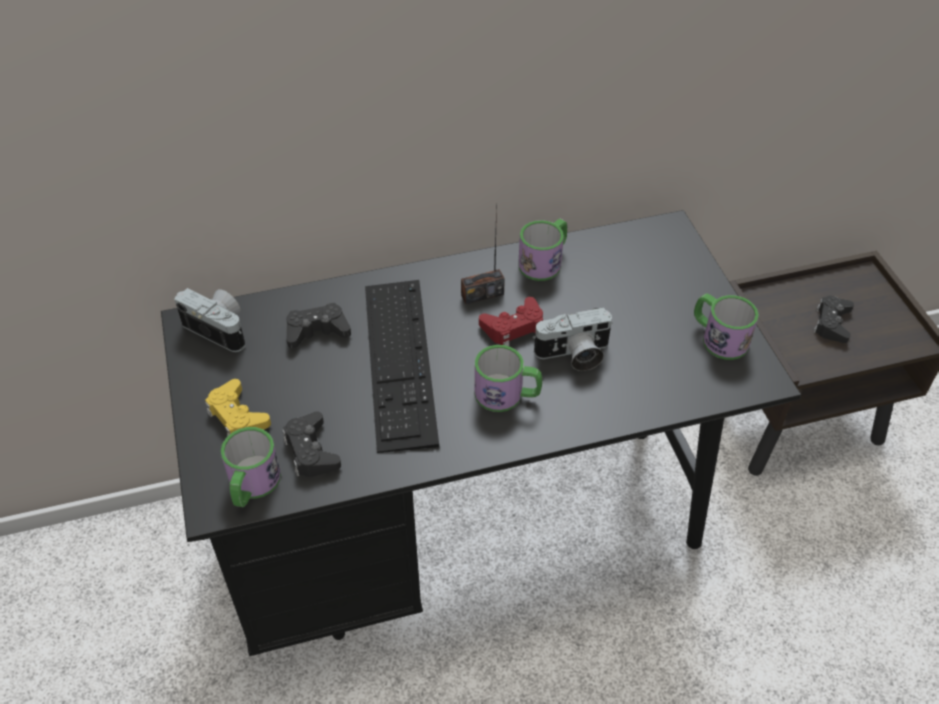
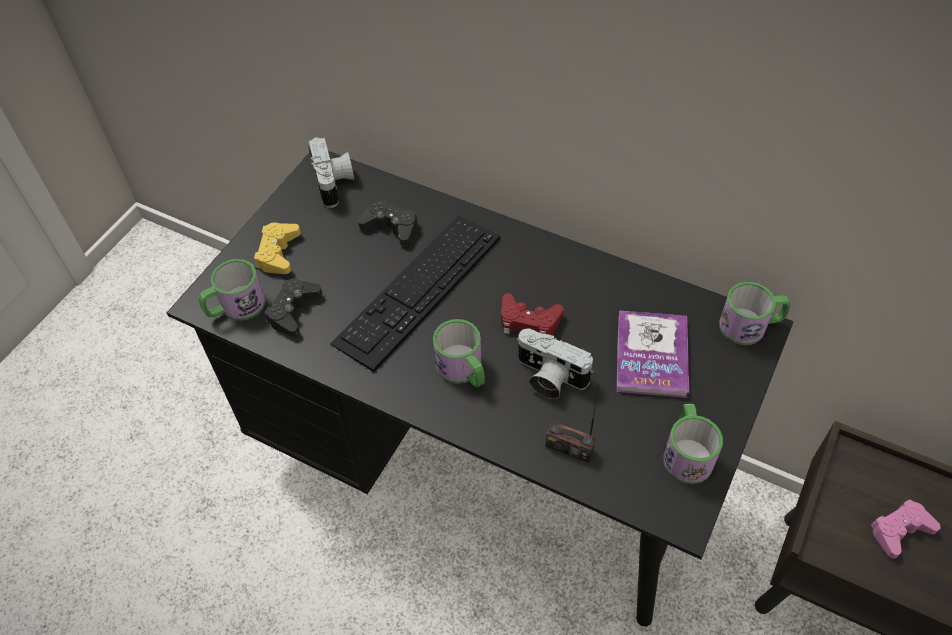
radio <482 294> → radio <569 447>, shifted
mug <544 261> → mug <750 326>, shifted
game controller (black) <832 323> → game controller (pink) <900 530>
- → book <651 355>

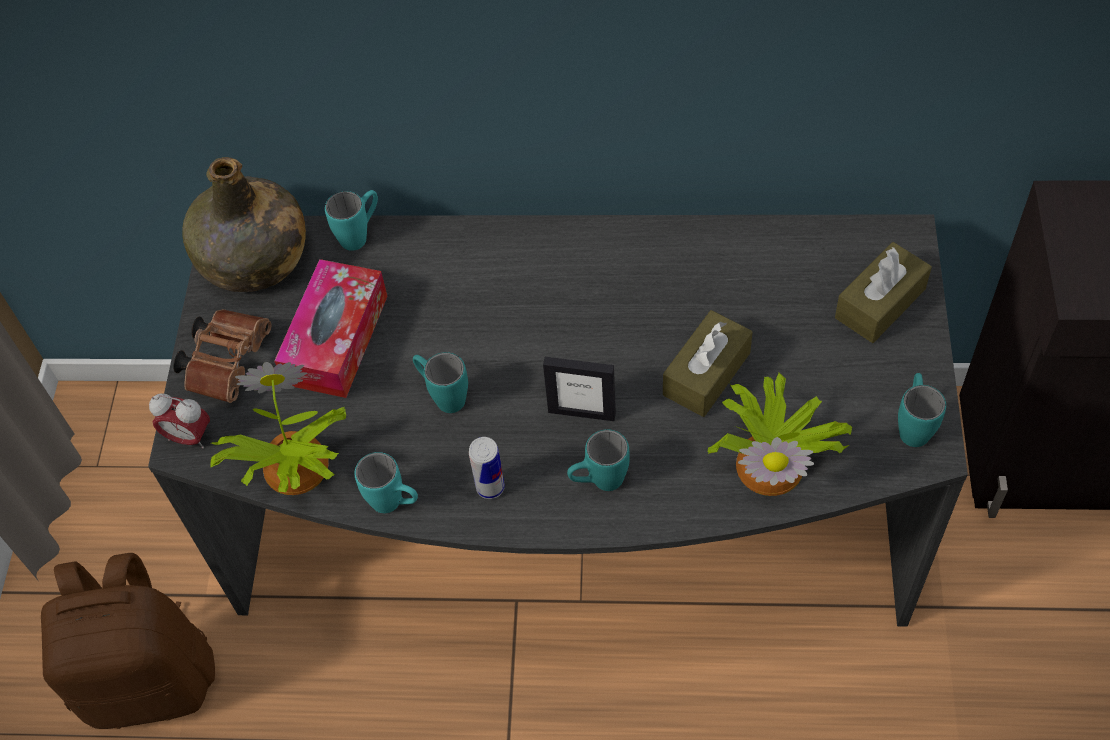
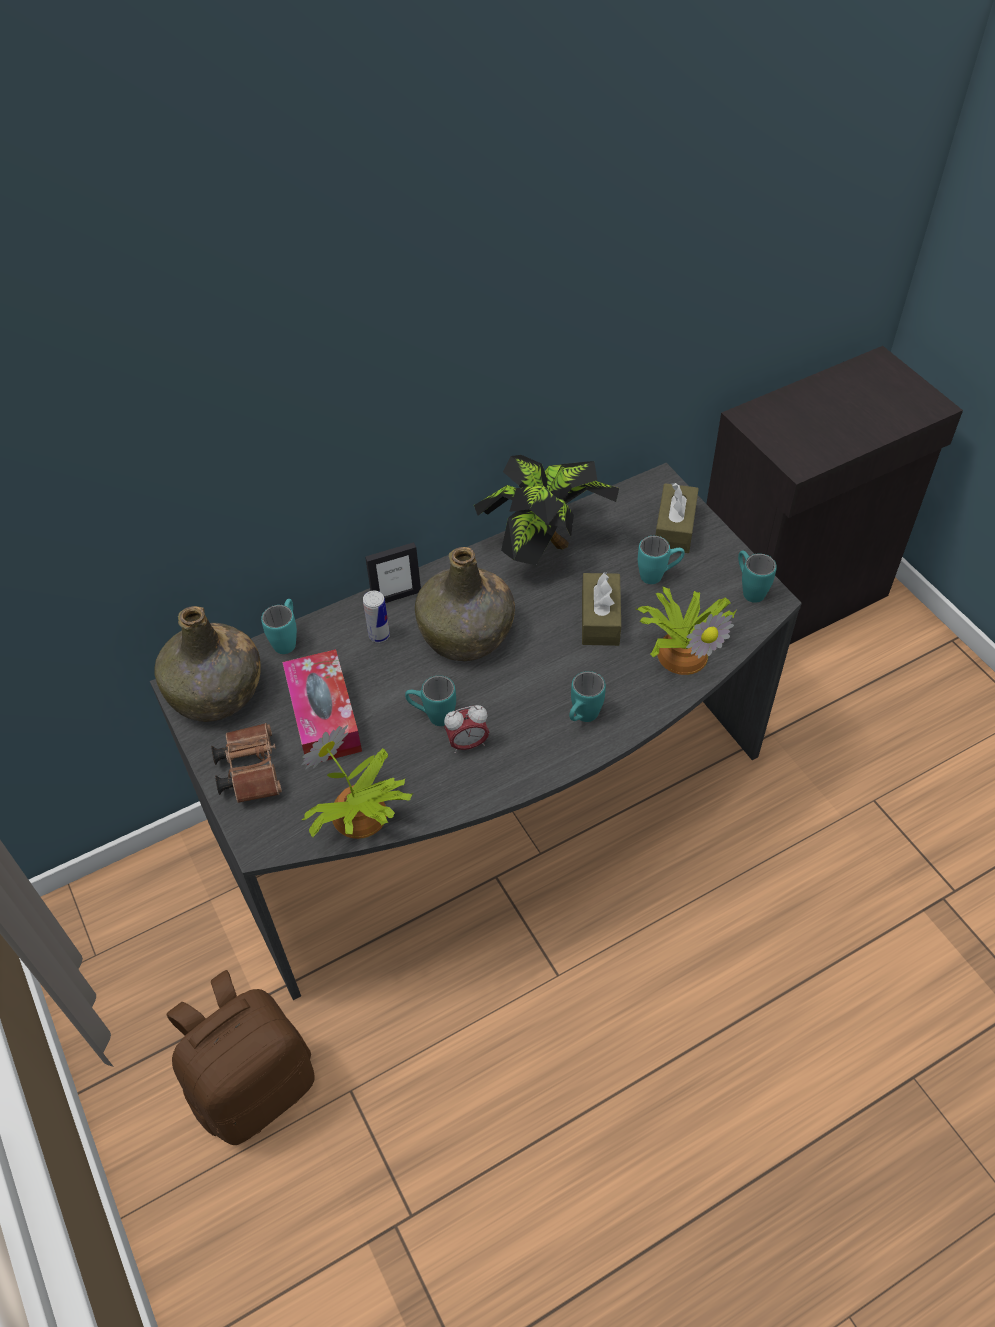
picture frame <582 412> → picture frame <396 596>, shifted
alarm clock <189 437> → alarm clock <467 744>, shifted
can <490 487> → can <379 635>, shifted
mug (turquoise) <394 504> → mug (turquoise) <658 576>, shifted
- → potted plant <545 548>
- → bottle (green) <467 634>

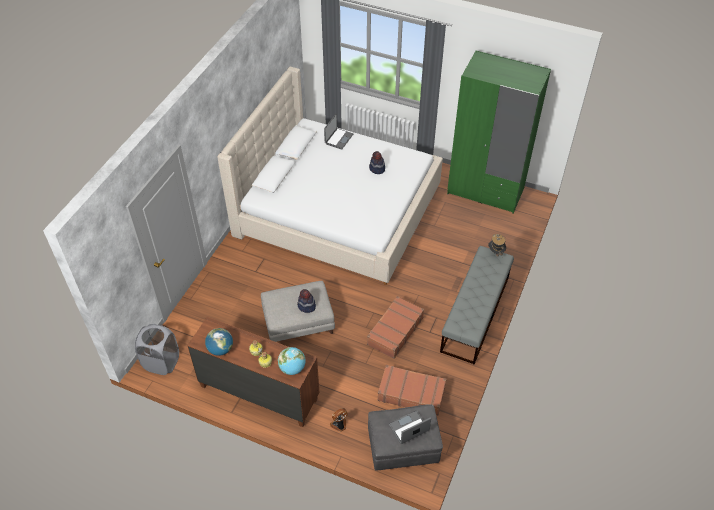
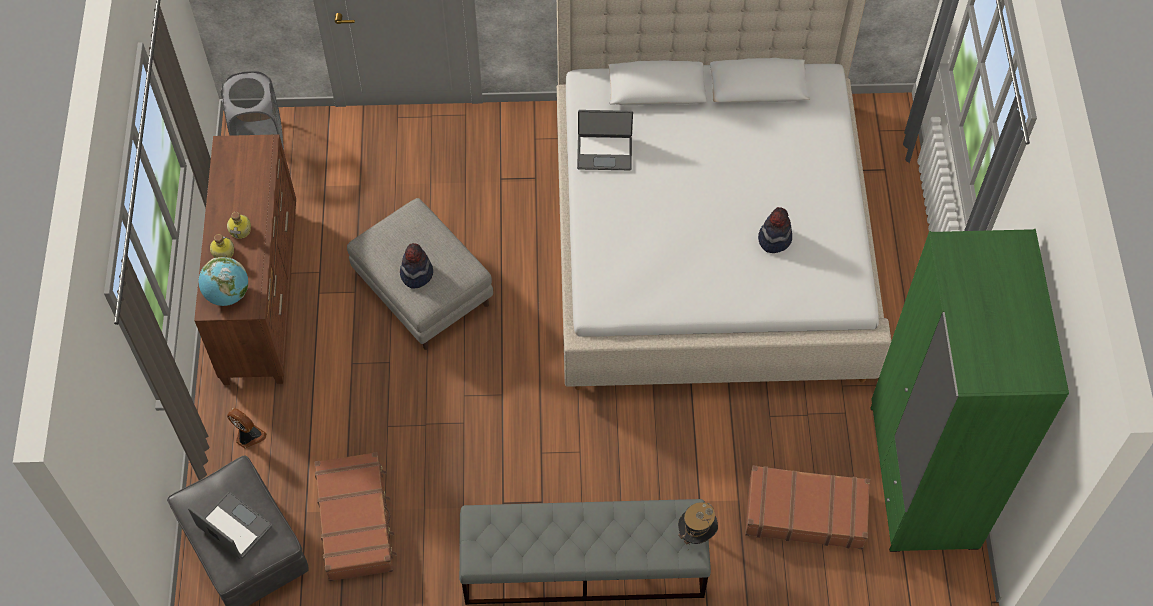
laptop <338 139> → laptop <604 152>, shifted
suitcase (brown) <394 331> → suitcase (brown) <805 512>, shifted
globe <220 349> → -

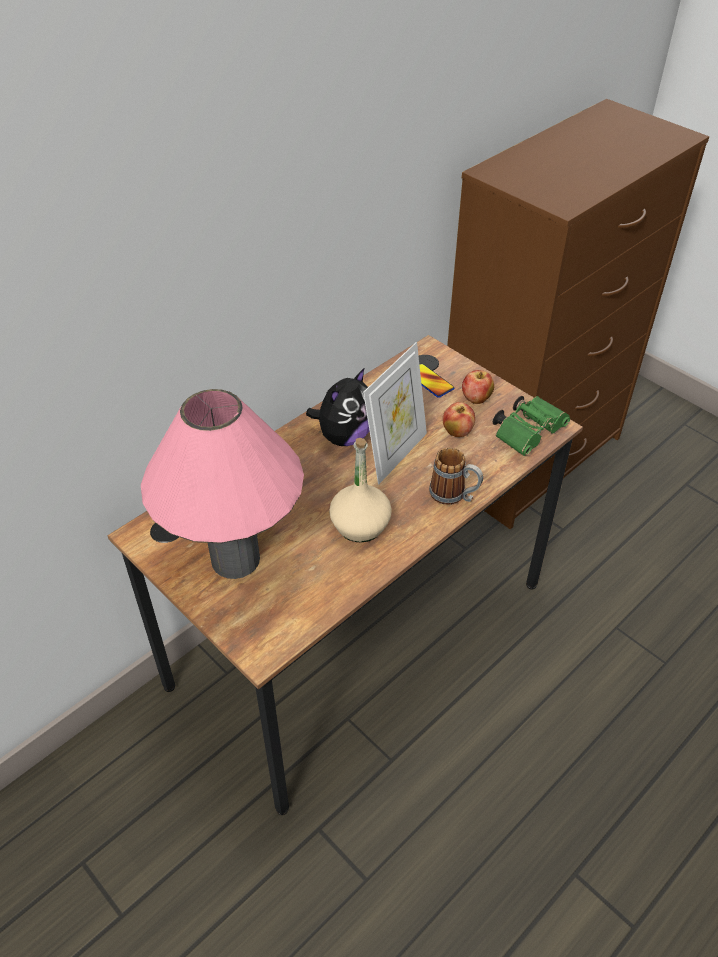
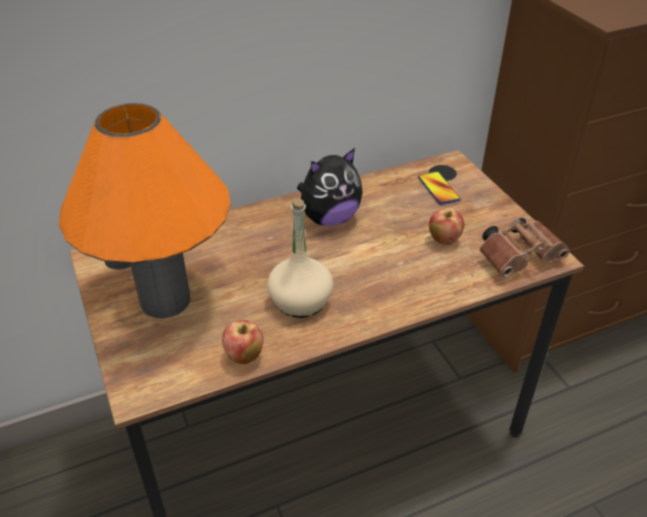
picture frame <395 454> → -
apple <476 399> → apple <244 356>, shifted
table lamp (pink) <235 559> → table lamp (orange) <165 300>
binoculars (green) <529 433> → binoculars (brown) <520 258>
mug <454 496> → -

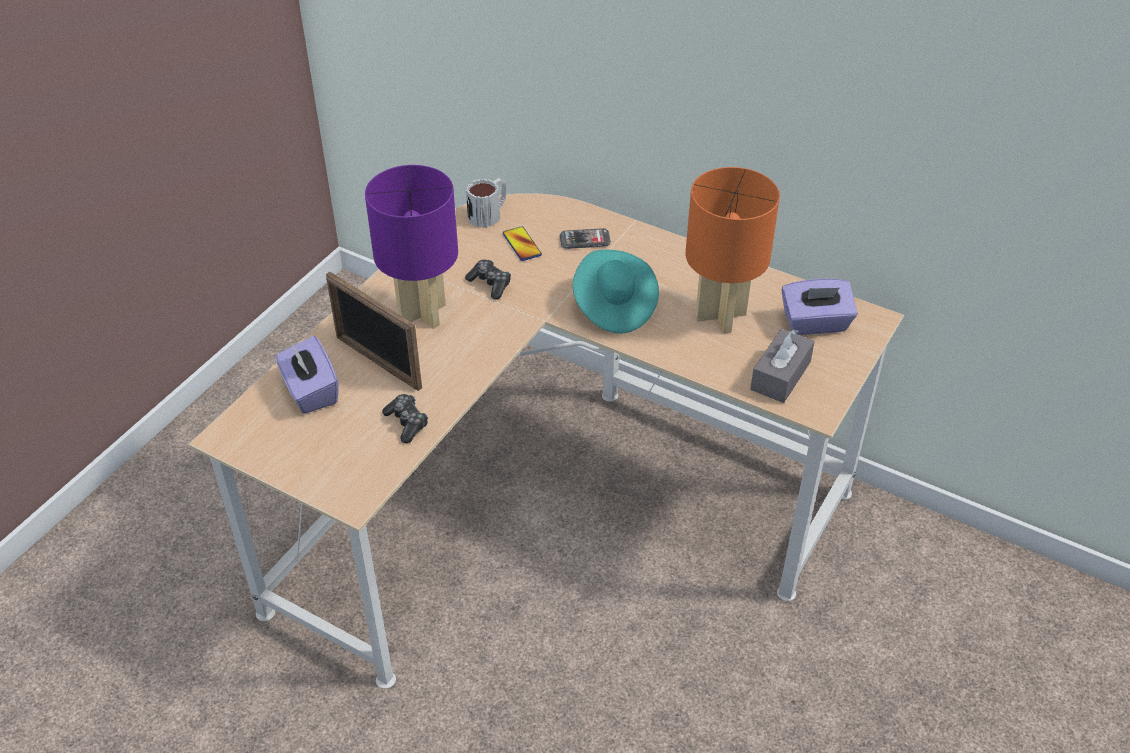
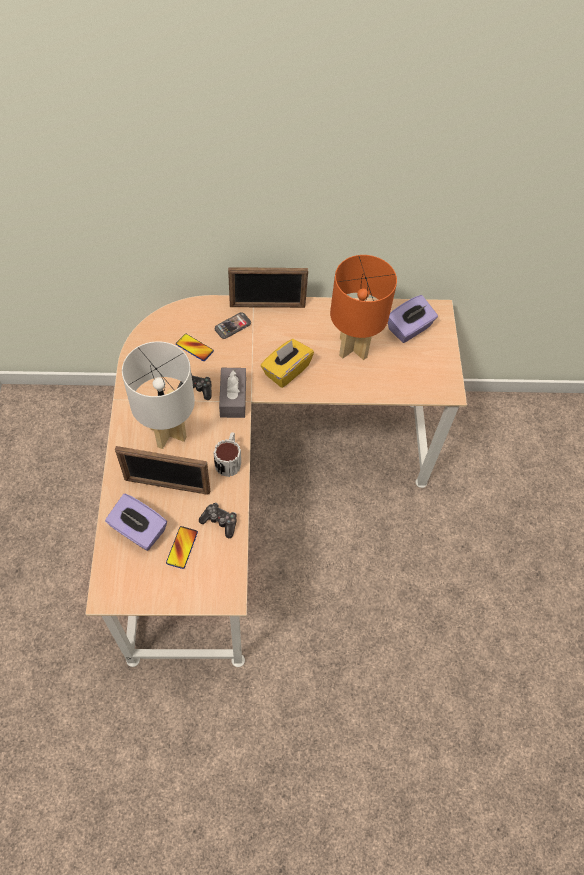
table lamp (purple) <423 314> → table lamp (white) <169 433>
mug <489 214> → mug <229 459>, shifted
hat (turquoise) <613 307> → tissue box (yellow) <286 370>
tissue box (grey) <780 376> → tissue box (grey) <233 398>, shifted
- → picture frame <267 306>
- → phone <182 547>

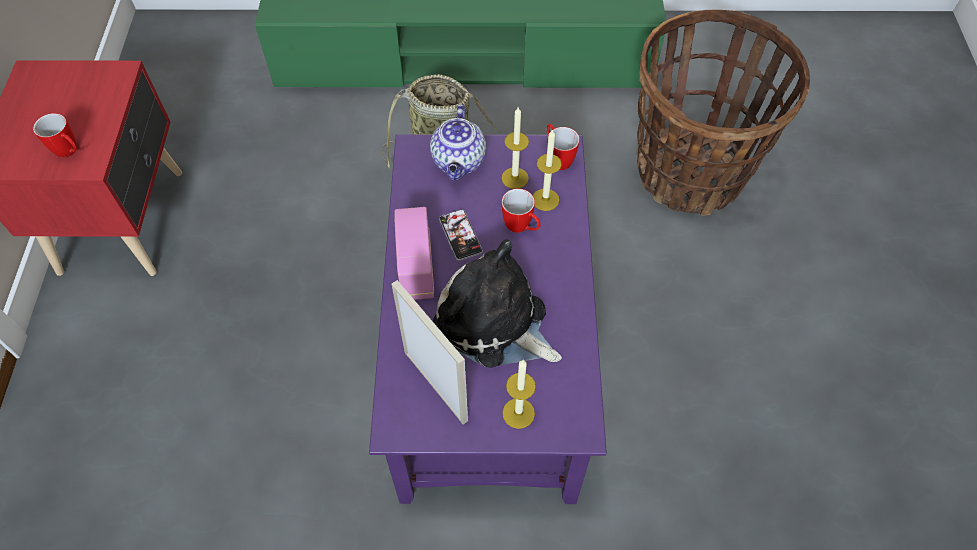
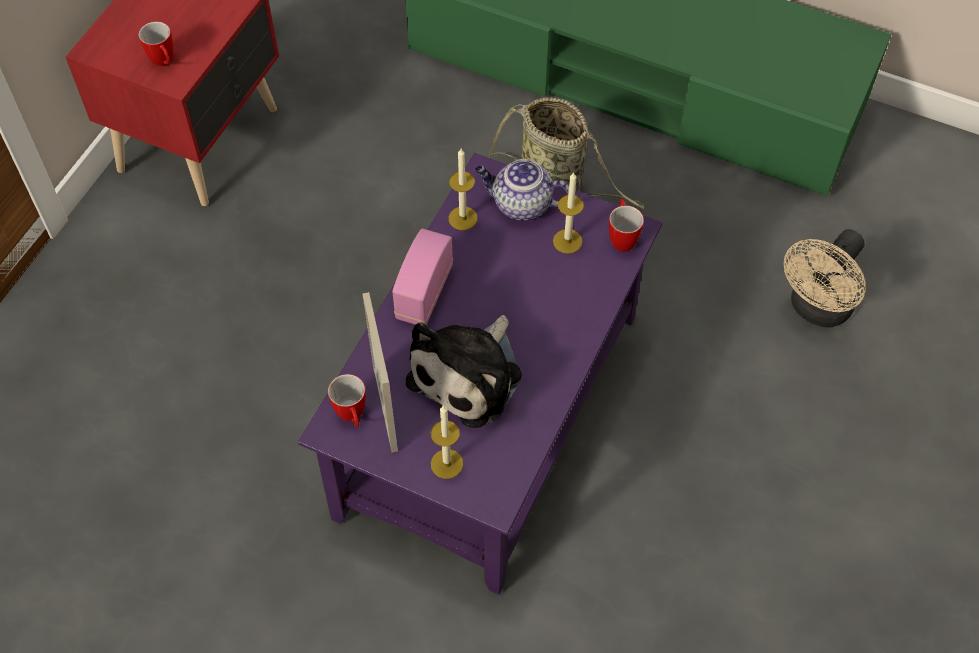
basket <690 172> → fan (beige) <817 309>
teapot <459 162> → teapot <521 205>, 75 degrees clockwise
candle <545 199> → candle <463 218>, shifted
mug <521 228> → mug <352 417>, shifted
phone <460 235> → -
plush toy <495 324> → plush toy <470 374>, 120 degrees counterclockwise

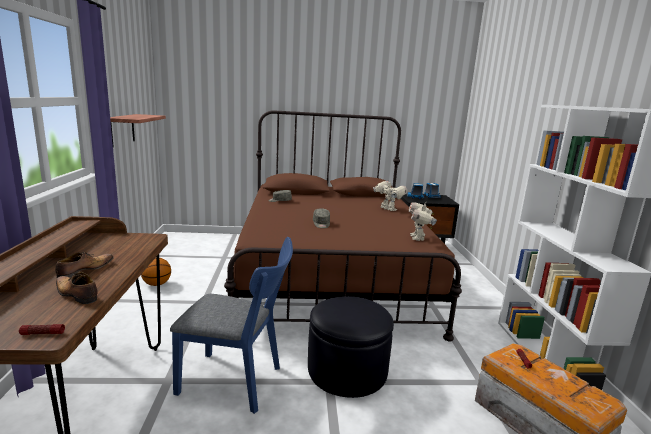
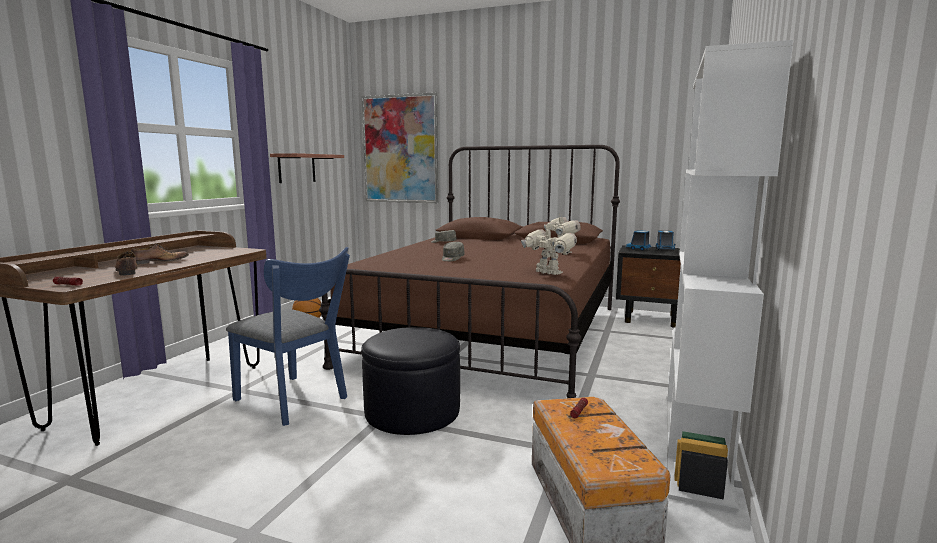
toy robot <418 238> → toy robot <547 273>, 105 degrees clockwise
- → picture <400 149>

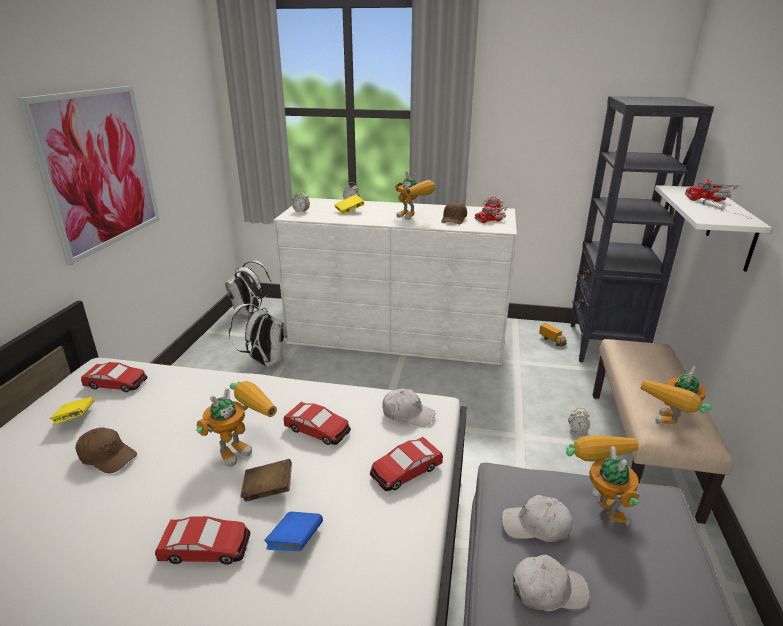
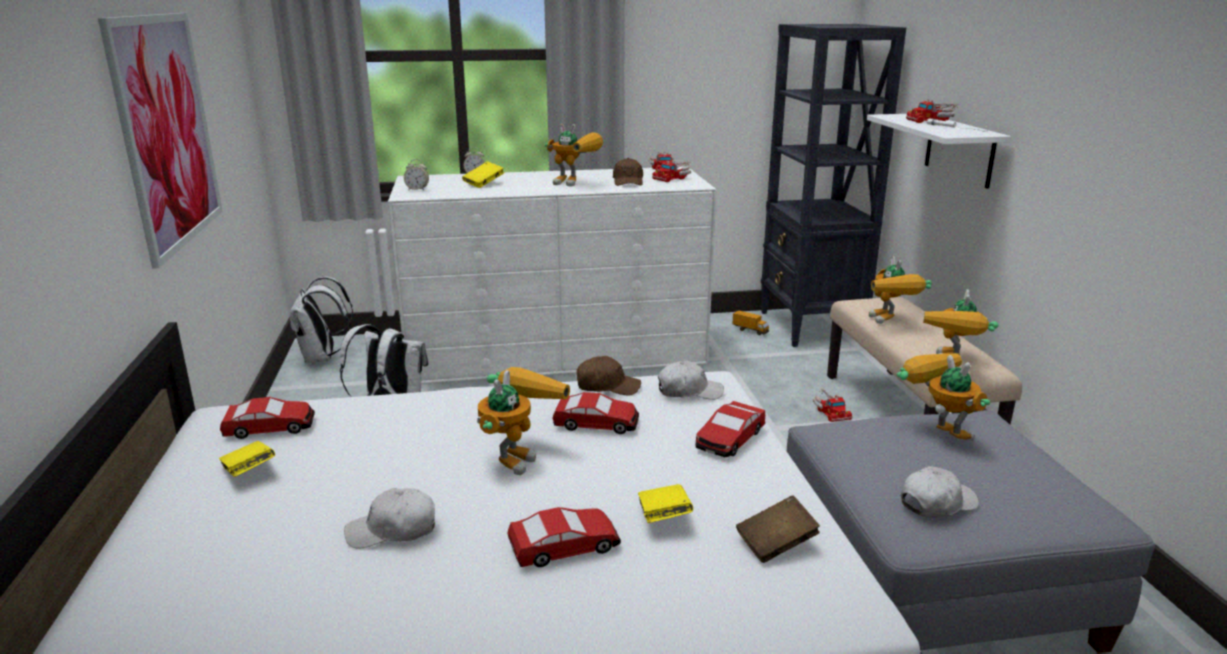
alarm clock <577 430> → toy truck <830 411>
cap (brown) <107 456> → cap (brown) <607 386>, shifted
book (brown) <268 489> → book (brown) <776 544>, shifted
cap (white) <536 526> → cap (white) <393 530>, shifted
book (blue) <295 541> → book (yellow) <664 518>
- → toy robot <890 322>

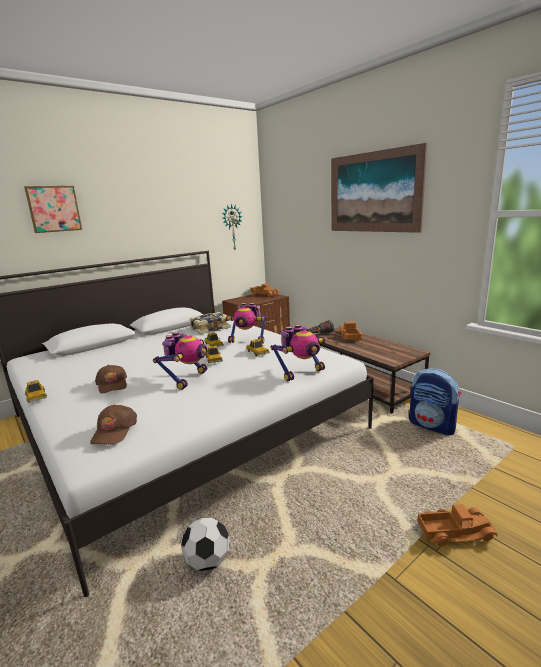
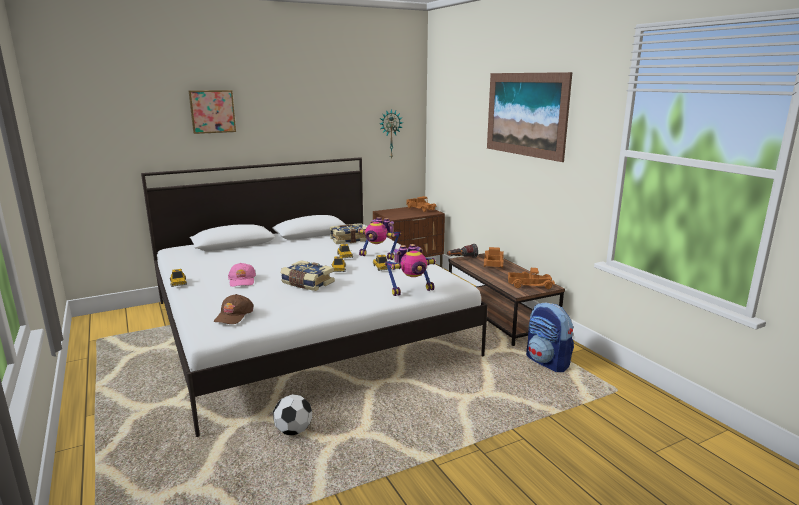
toy robot <187 379> → book <307 283>
cap (brown) <112 384> → cap (pink) <242 280>
toy truck <454 531> → toy truck <530 285>, shifted

